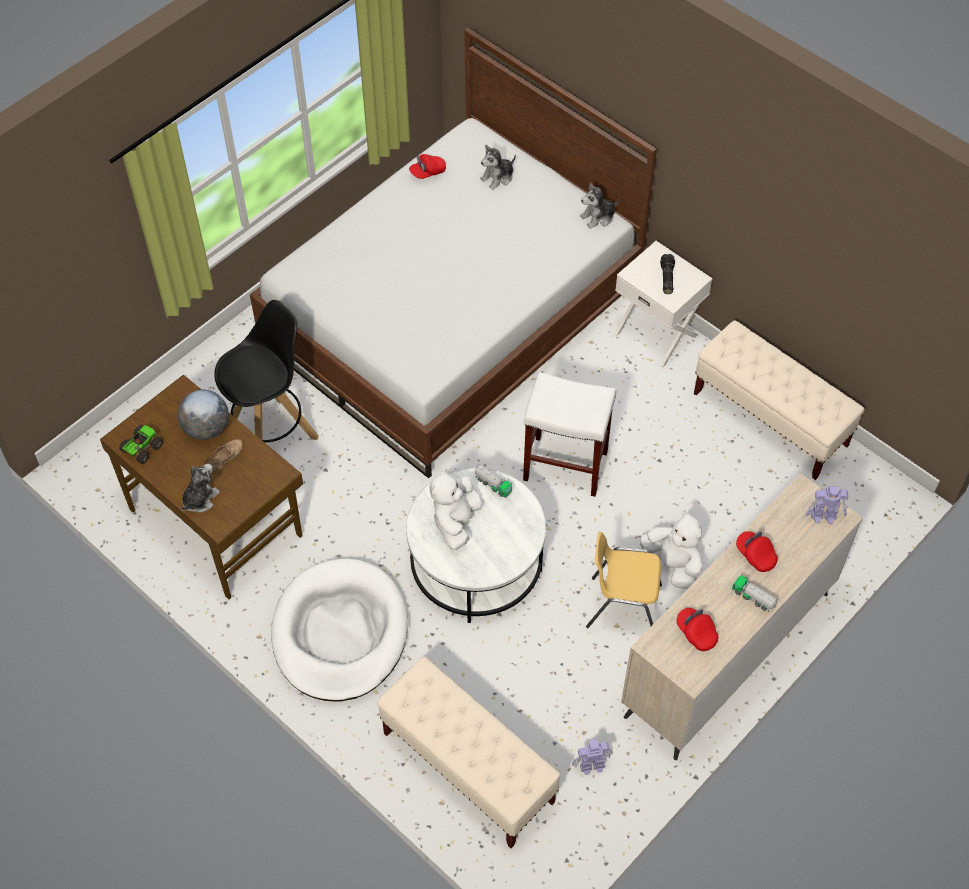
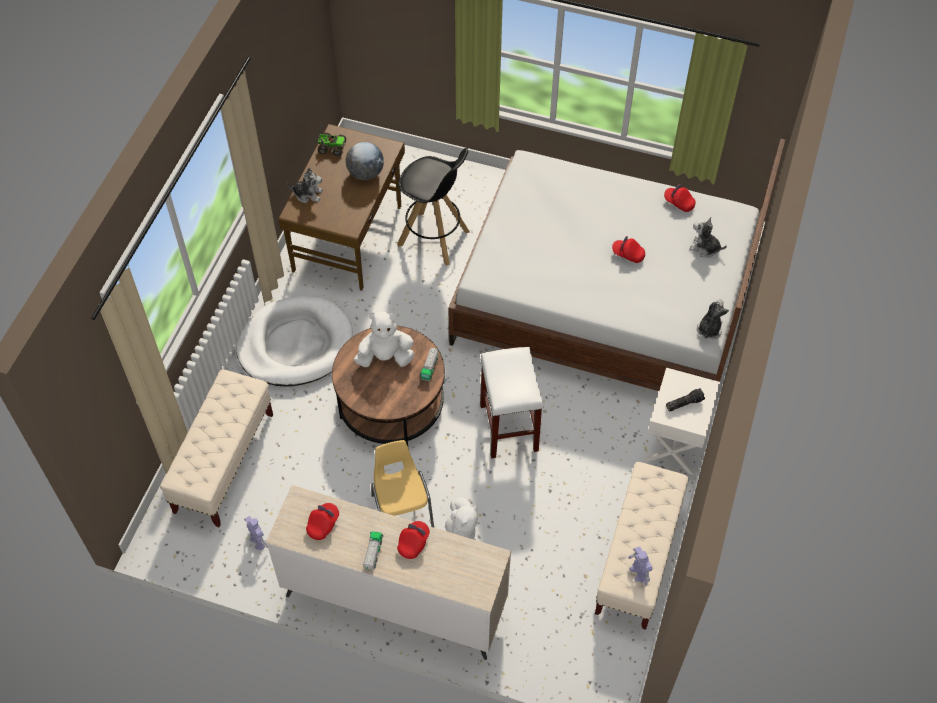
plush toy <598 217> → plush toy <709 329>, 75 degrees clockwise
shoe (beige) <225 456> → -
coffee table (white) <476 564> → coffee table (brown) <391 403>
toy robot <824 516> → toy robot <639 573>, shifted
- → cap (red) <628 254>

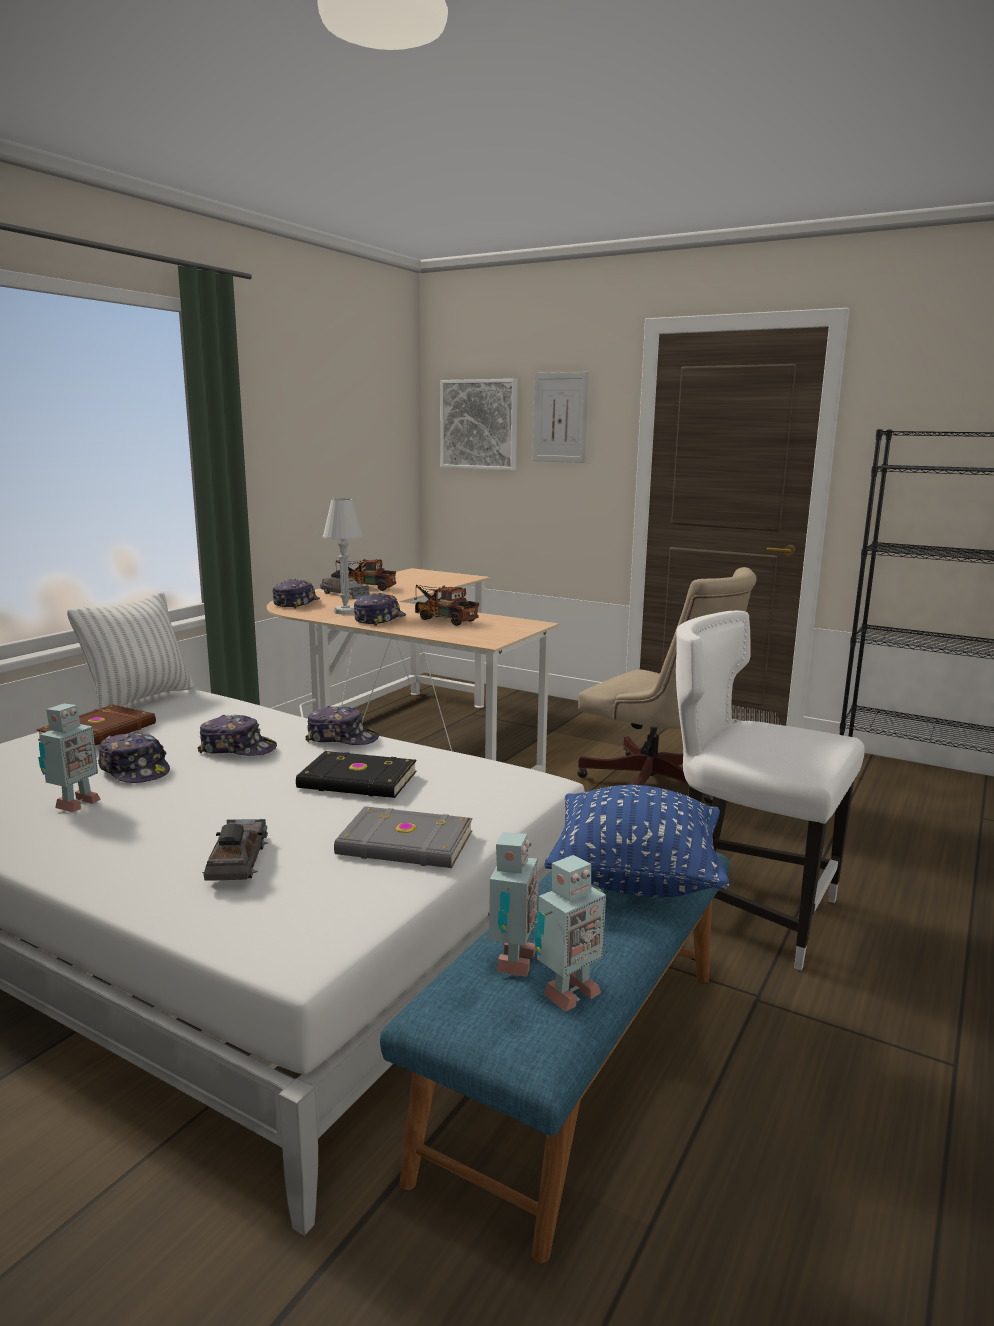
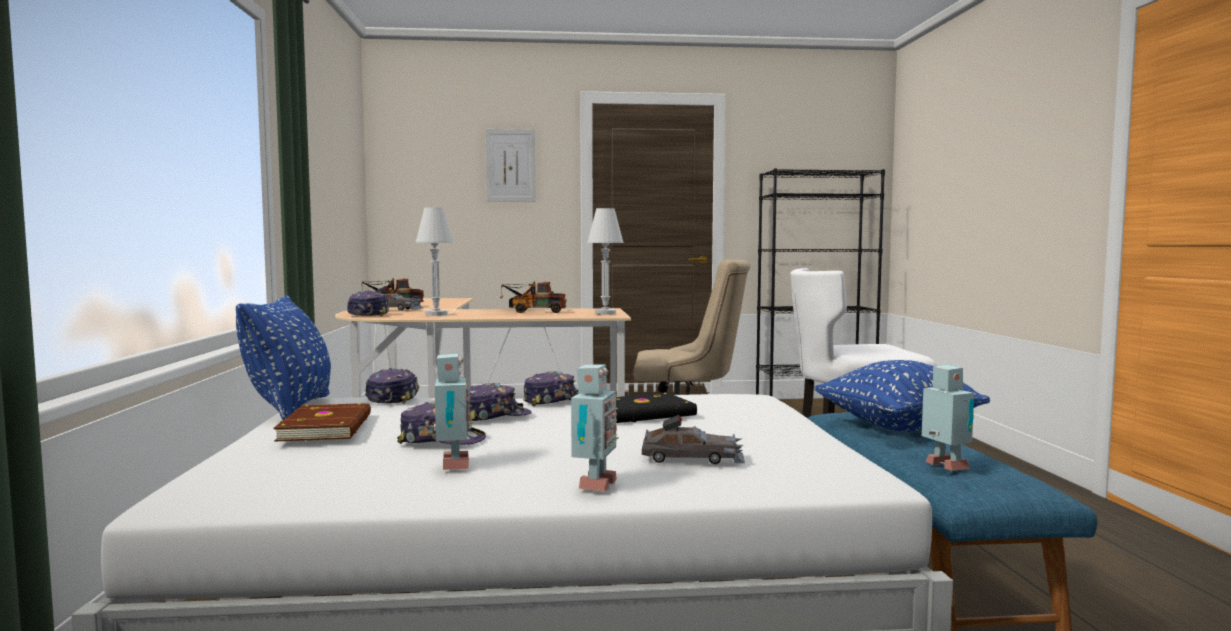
picture <479 424> → -
pillow (white) <140 699> → pillow (blue) <291 408>
cap <379 619> → cap <392 398>, shifted
book (grey) <405 845> → -
toy car (grey) <238 859> → toy car (grey) <692 458>, 135 degrees clockwise
toy robot <567 993> → toy robot <593 485>, shifted
- → table lamp (white) <605 313>

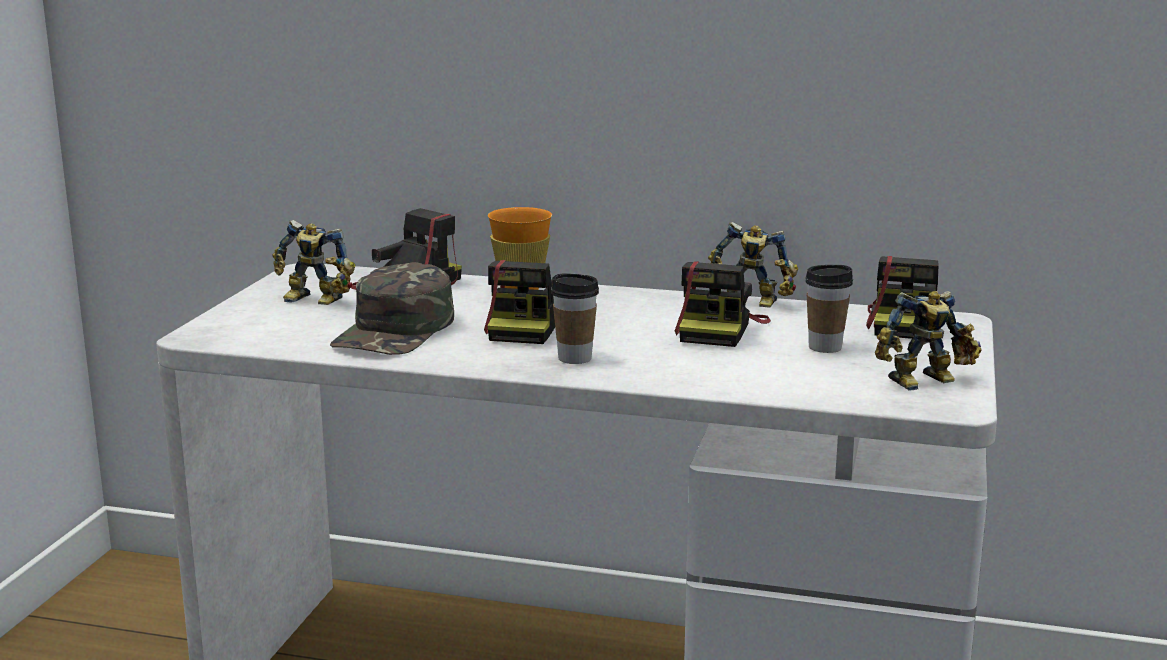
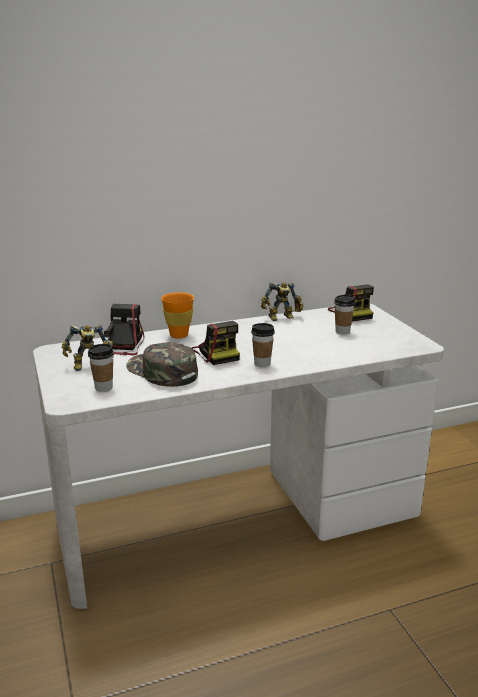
photo camera <719 330> → -
cap (green) <396 331> → cap (green) <161 372>, 150 degrees clockwise
toy robot <926 382> → -
- → cup <104 387>

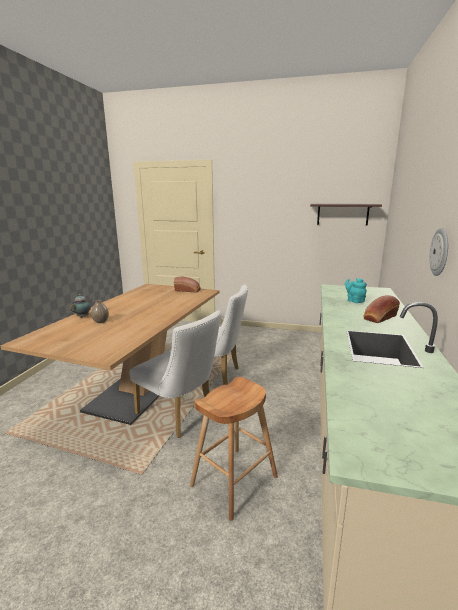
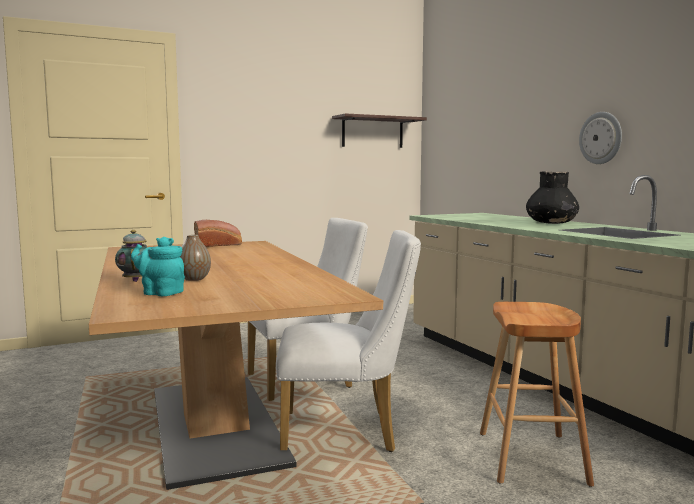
teapot (turquoise) <354 300> → teapot (turquoise) <160 293>, shifted
bread <379 318> → vase (black) <551 223>

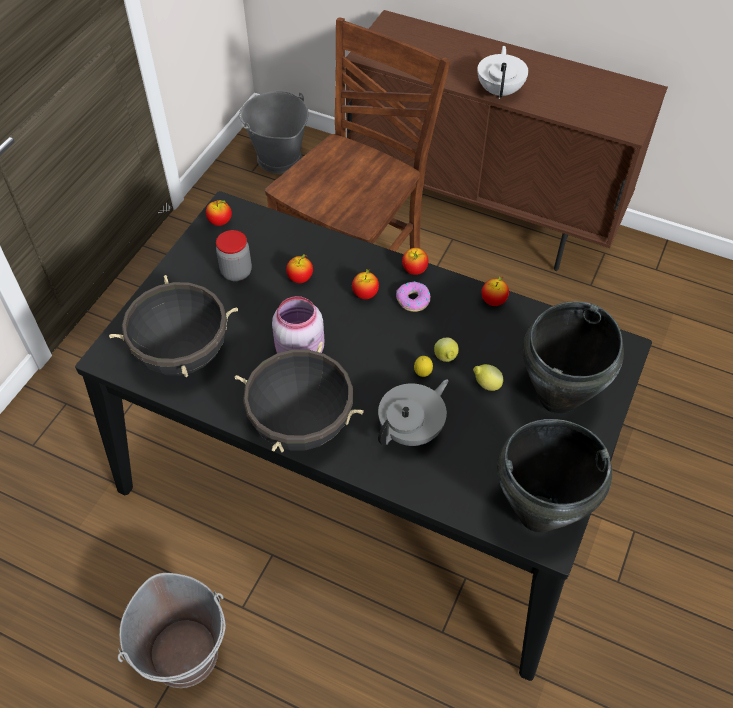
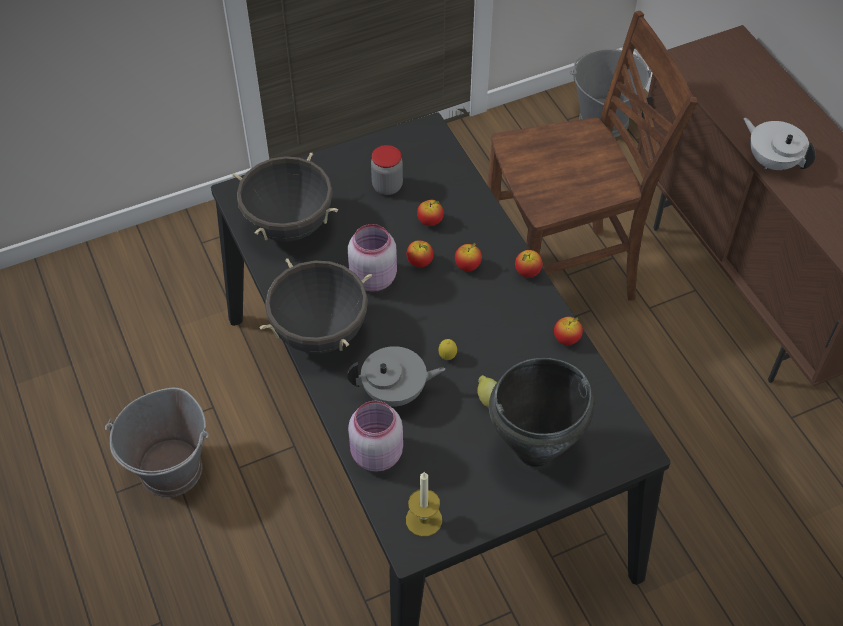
teapot (white) <500 91> → teapot (white) <772 161>, 90 degrees counterclockwise
apple <220 222> → apple <420 262>, shifted
donut <413 300> → -
lemon <445 358> → -
cooking pot (black) <537 513> → candle <424 520>
- → jar (pink) <375 454>

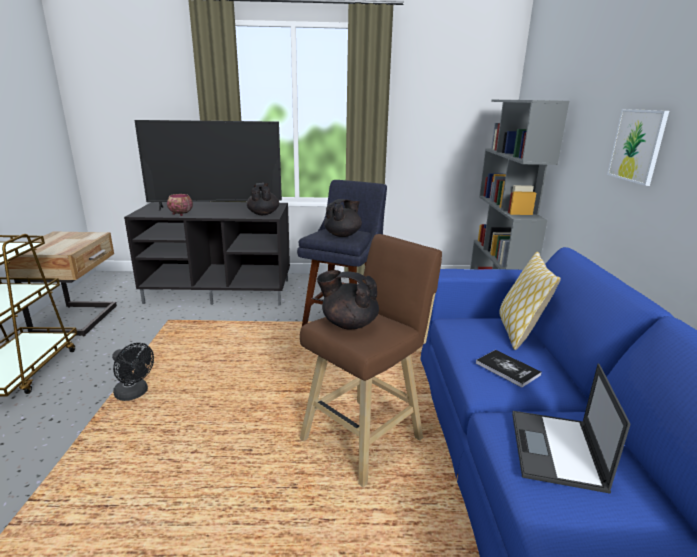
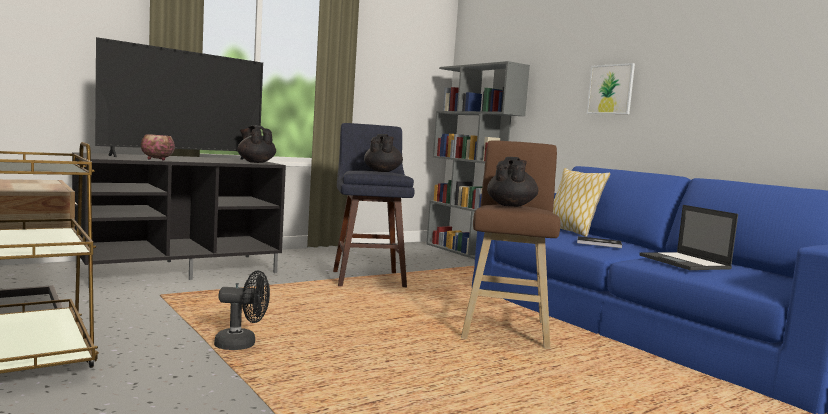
teapot (black) <348 324> → teapot (black) <511 205>, 120 degrees clockwise

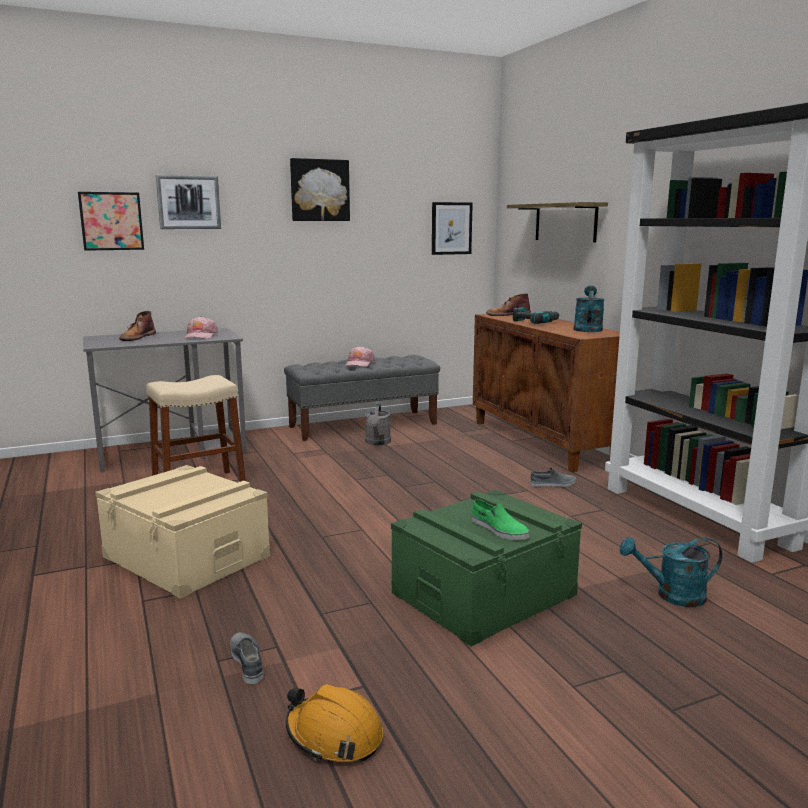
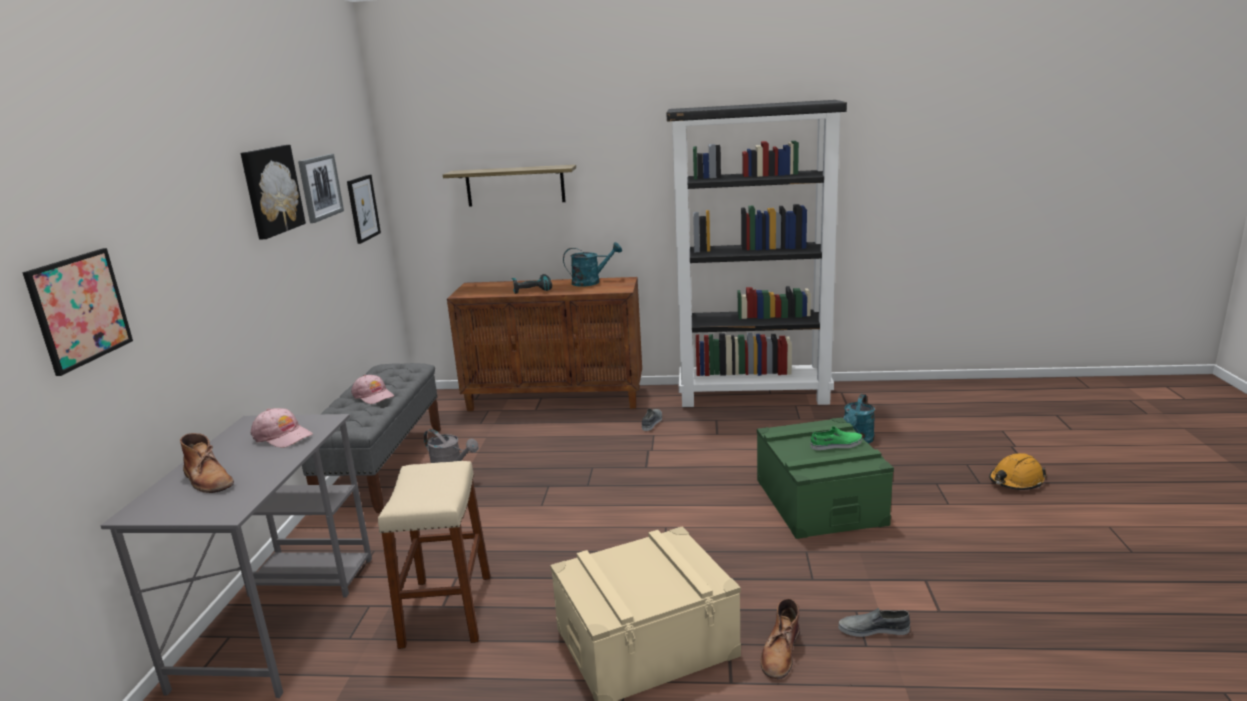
picture <188 202> → picture <320 187>, shifted
watering can (turquoise) <587 328> → watering can (turquoise) <591 282>, 120 degrees clockwise
boot (brown) <507 315> → boot (brown) <780 652>, shifted
hard hat (orange) <334 736> → hard hat (orange) <1016 481>, shifted

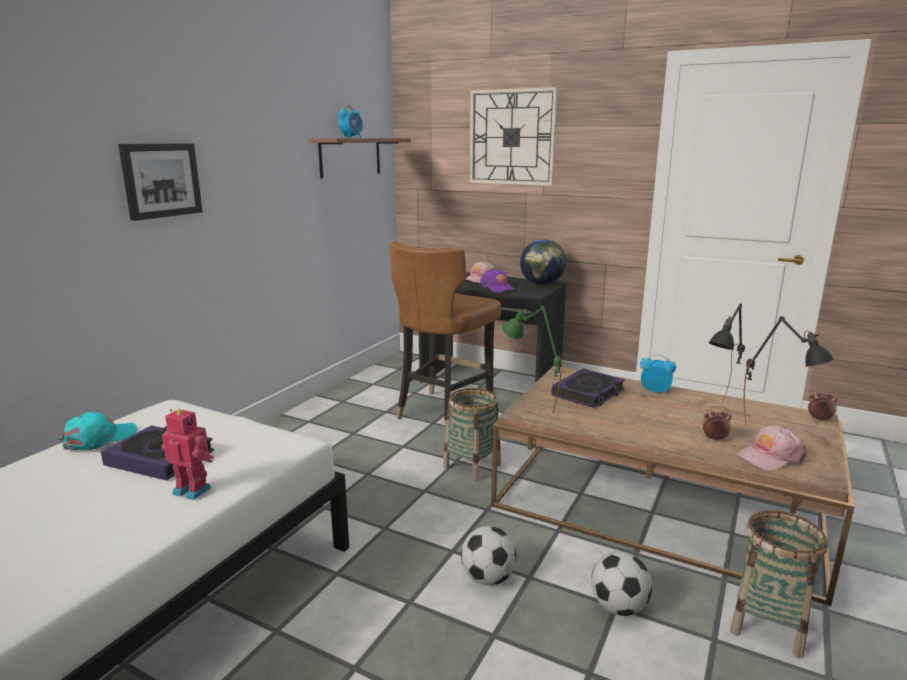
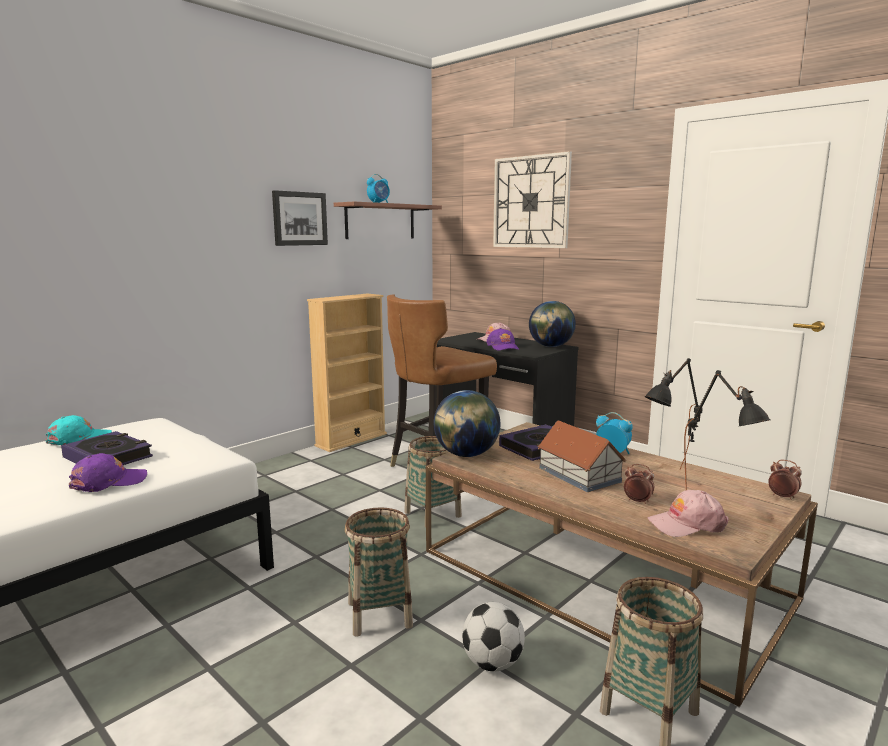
picture <161 180> → picture <299 218>, shifted
table lamp (green) <528 408> → globe <466 455>
toy robot <193 489> → cap (purple) <108 482>
football <487 578> → basket <379 614>
- → bookcase (beige) <351 440>
- → toy house <579 475>

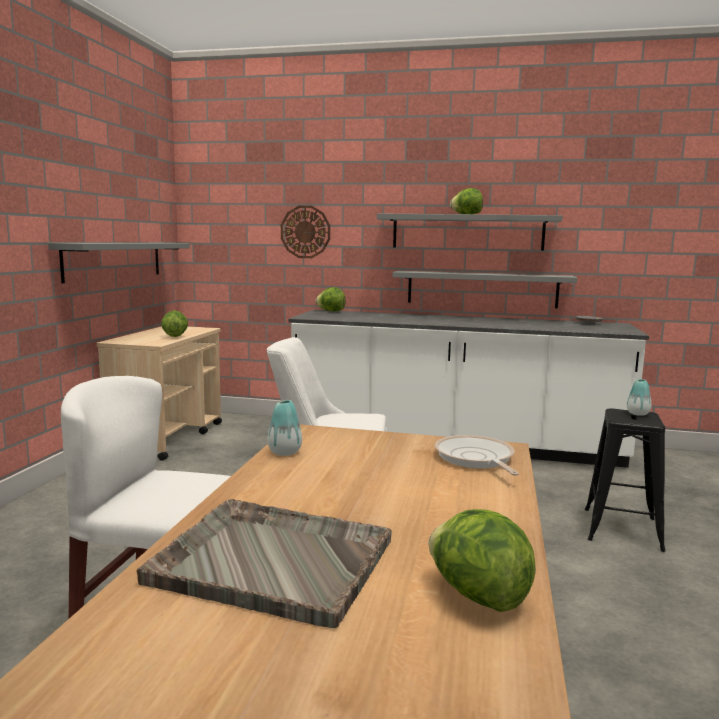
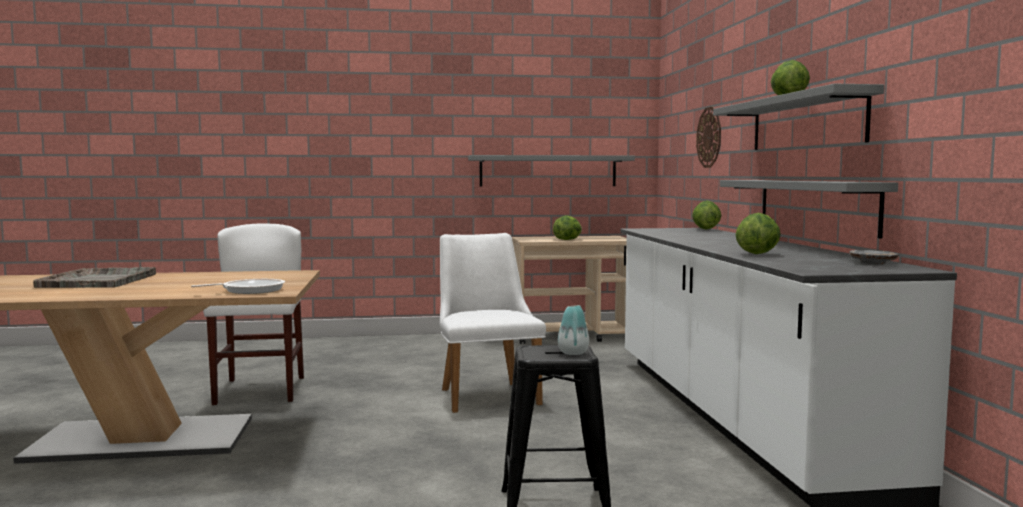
vase <284 452> → -
lettuce <477 595> → lettuce <757 254>, shifted

